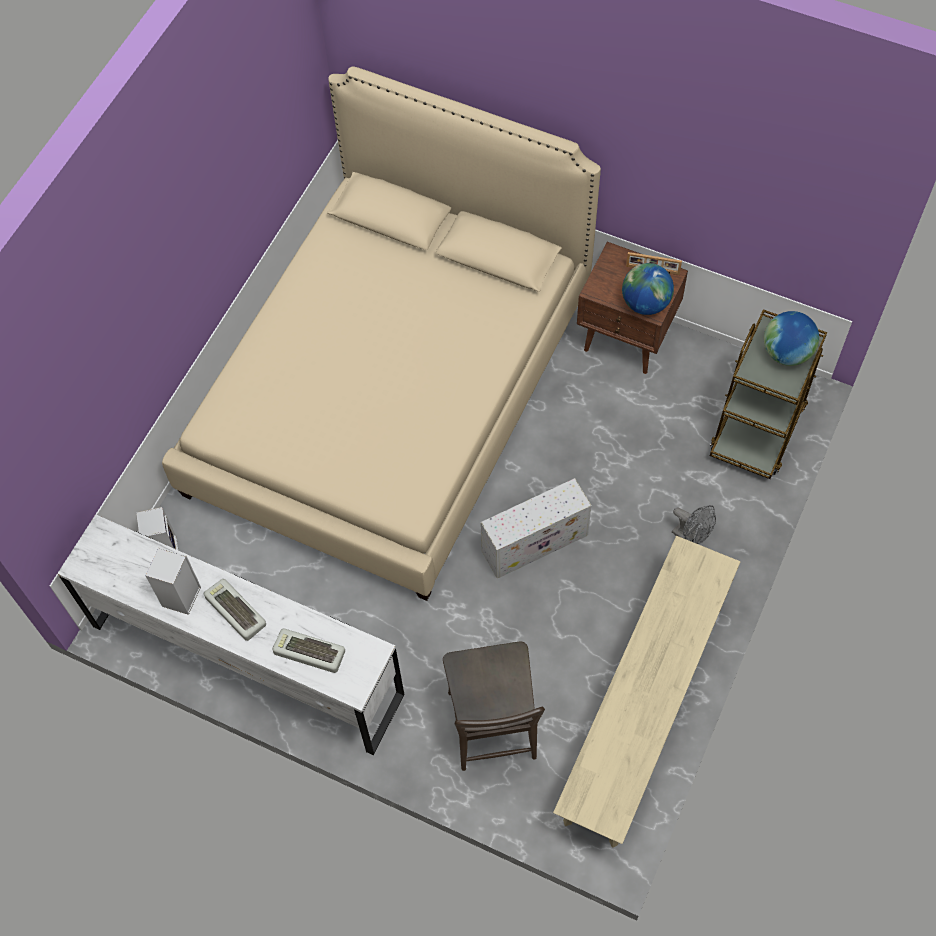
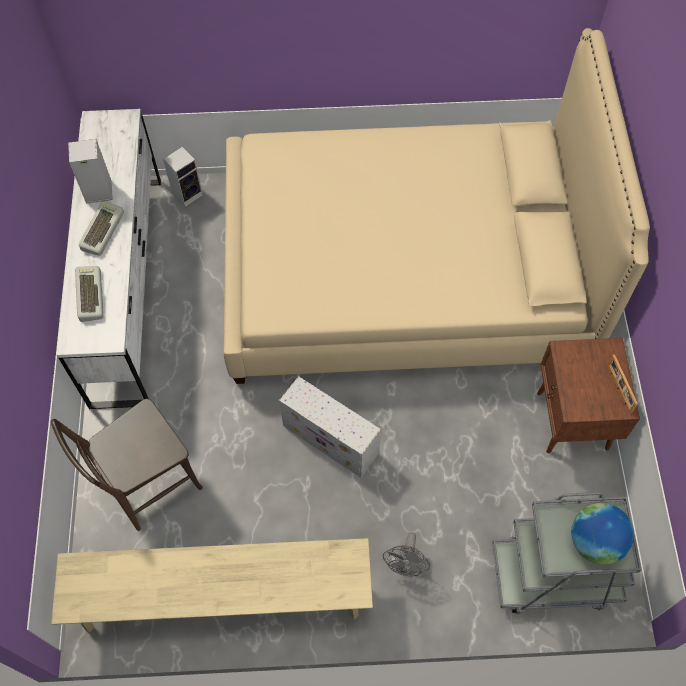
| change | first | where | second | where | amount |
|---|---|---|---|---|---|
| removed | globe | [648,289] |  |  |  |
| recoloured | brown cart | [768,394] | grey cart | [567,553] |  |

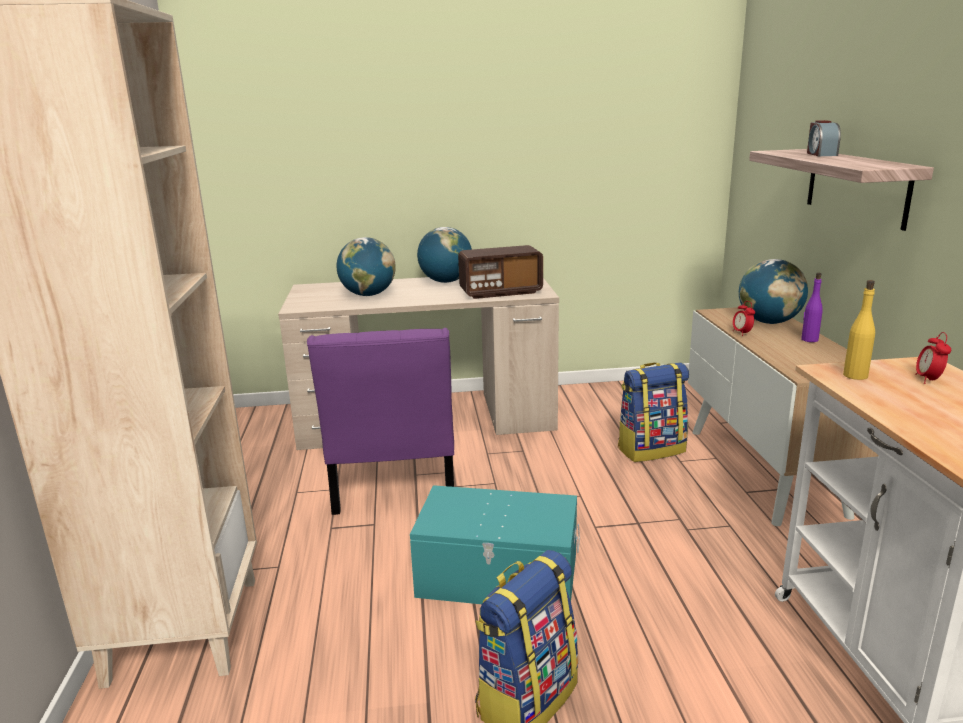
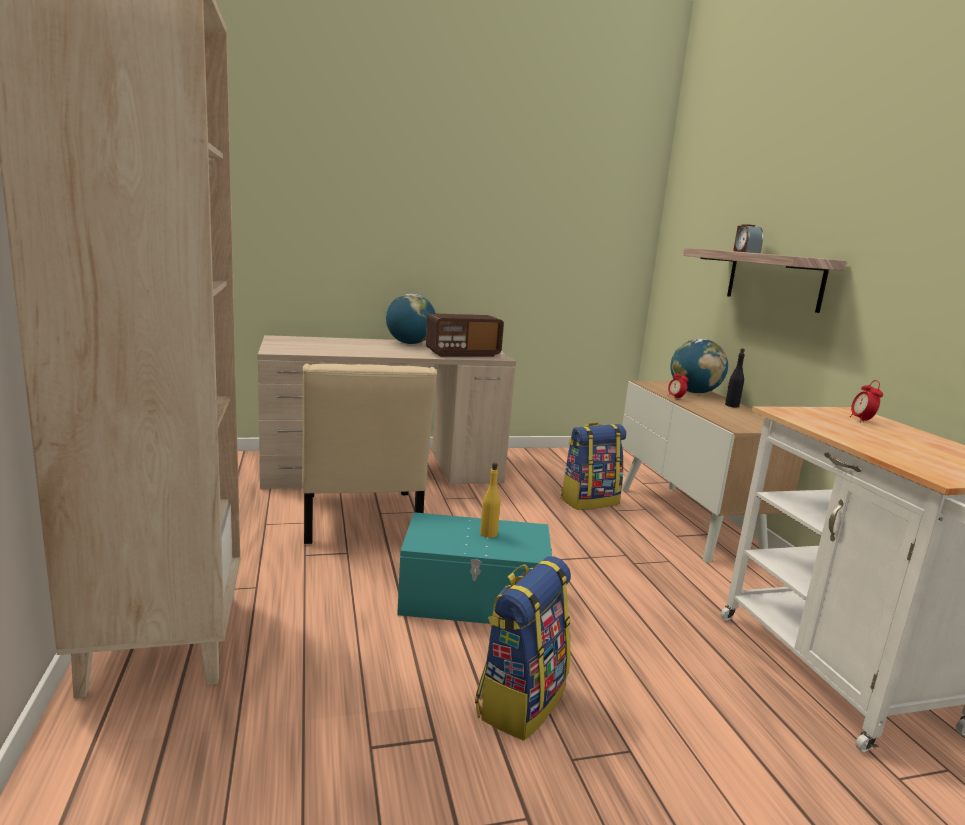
| change | first | where | second | where | amount |
|---|---|---|---|---|---|
| recoloured | purple chair | [380,421] | beige chair | [369,454] |  |
| removed | globe | [366,266] |  |  |  |
| recoloured | purple bottle | [812,307] | black bottle | [735,377] |  |
| moved | yellow bottle | [859,330] |  | [490,500] |  |

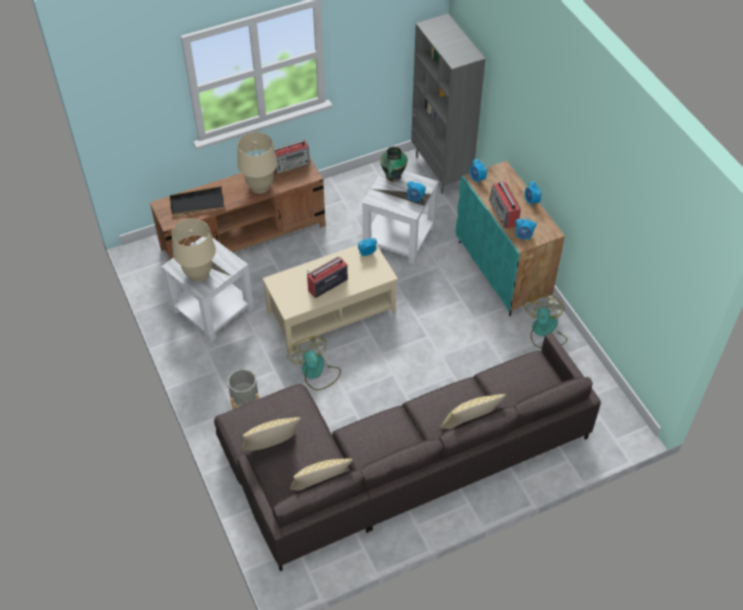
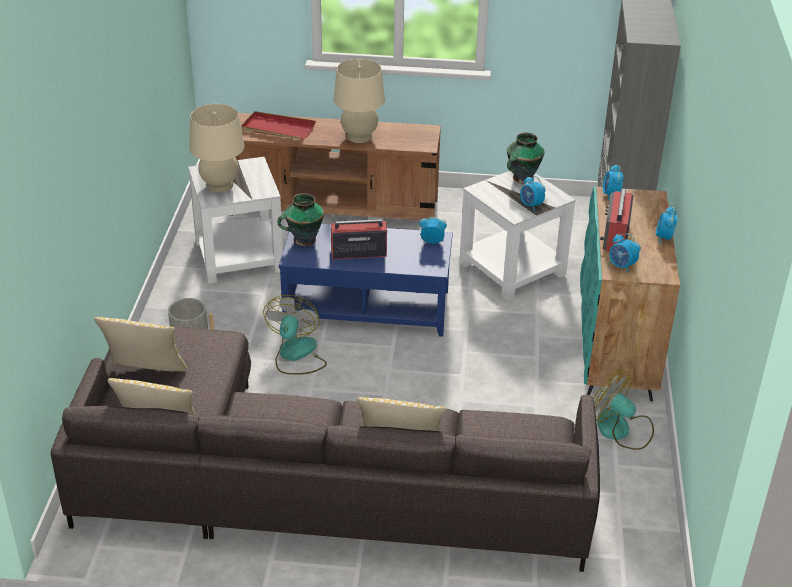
| change | first | where | second | where | amount |
|---|---|---|---|---|---|
| recoloured | black tray | [197,201] | red tray | [278,125] |  |
| recoloured | beige coffee table | [330,298] | blue coffee table | [366,280] |  |
| removed | radio | [292,157] |  |  |  |
| turned | fan | [545,321] |  | [624,410] | 90 degrees counterclockwise |
| added |  |  | vase | [300,219] |  |

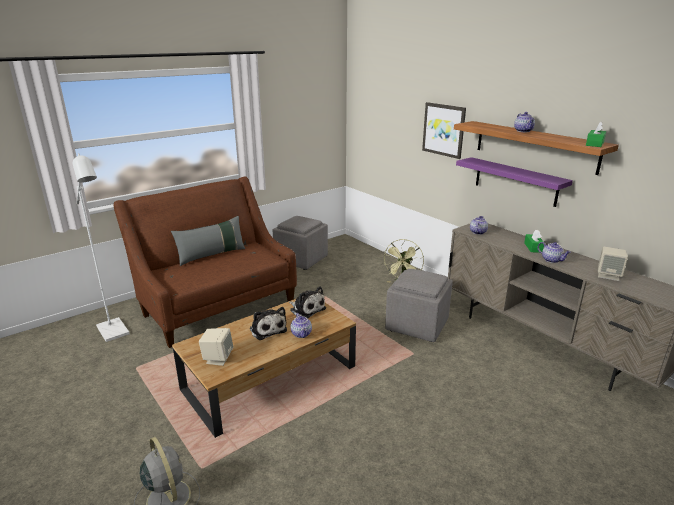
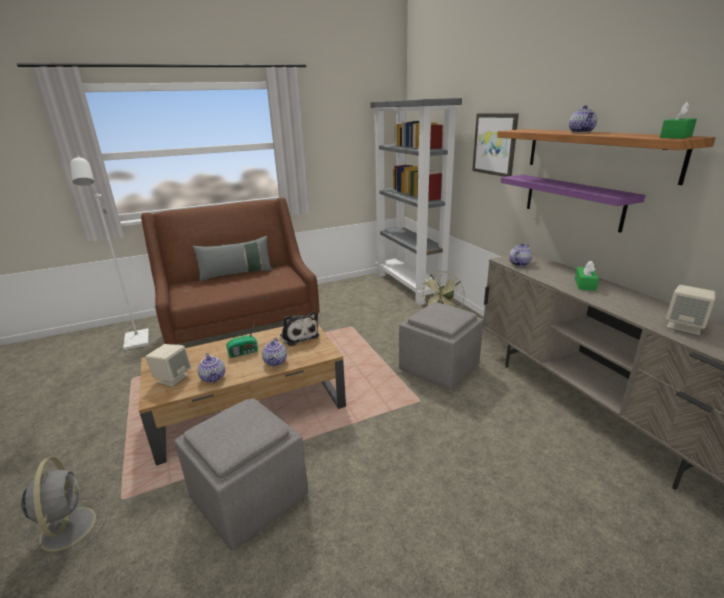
| change | first | where | second | where | amount |
|---|---|---|---|---|---|
| replaced | plush toy | [268,323] | radio | [242,340] |  |
| moved | grey ottoman | [300,243] |  | [241,474] |  |
| moved | teapot | [554,252] |  | [211,368] |  |
| added |  |  | grey bookcase | [416,201] |  |

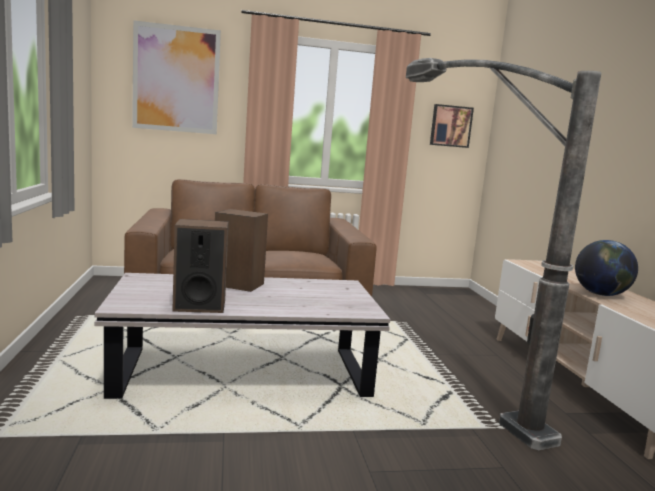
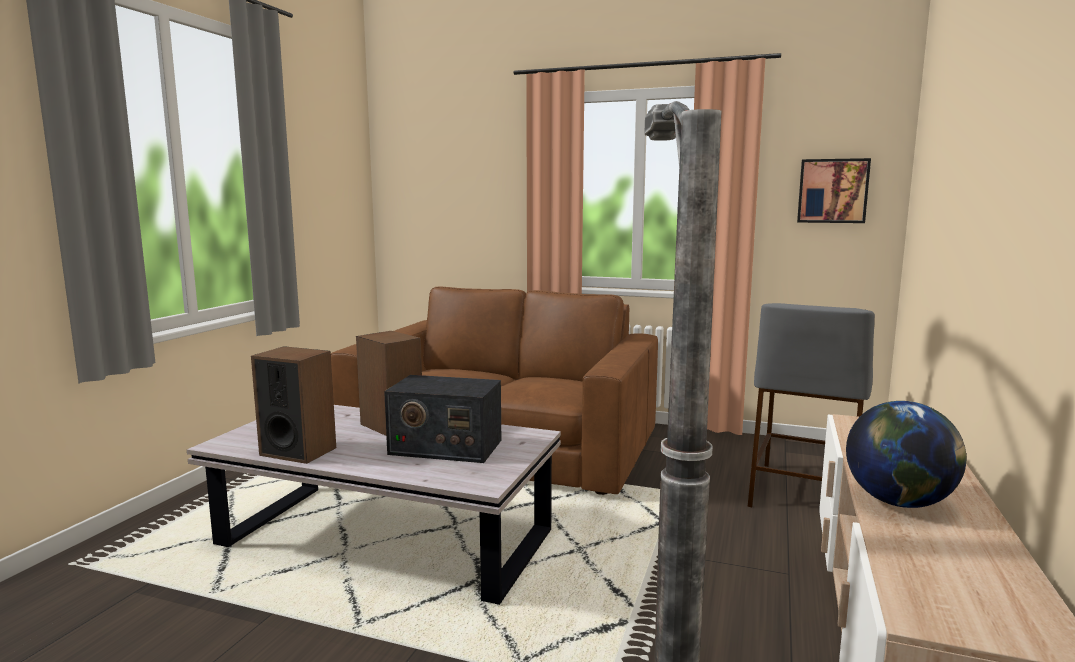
| change | first | where | second | where | amount |
|---|---|---|---|---|---|
| removed | picture | [176,77] |  |  |  |
| added |  |  | radio | [442,419] |  |
| added |  |  | grey stool | [811,405] |  |

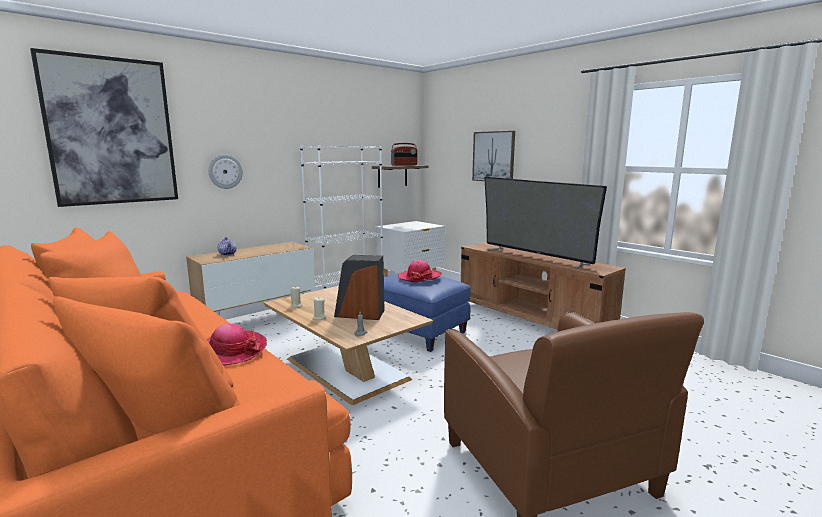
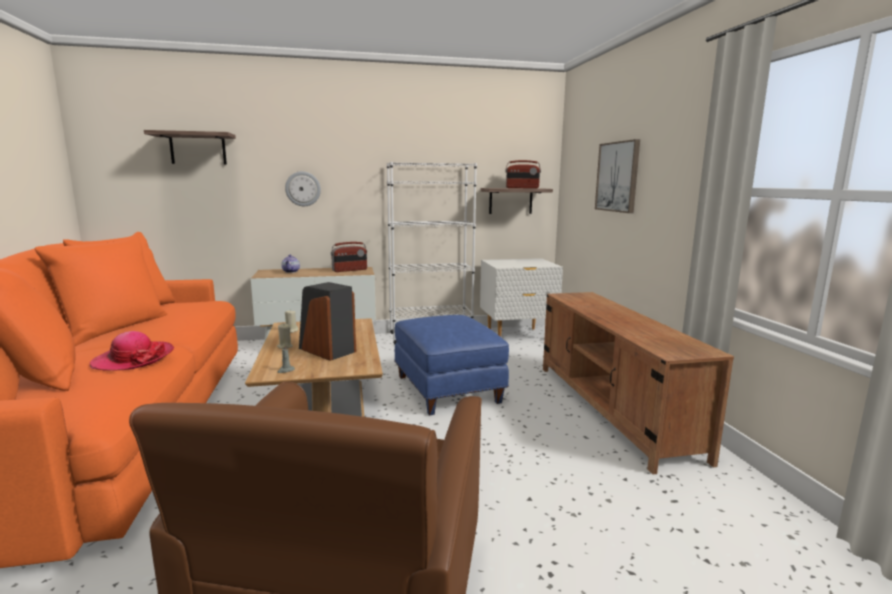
| change | first | where | second | where | amount |
|---|---|---|---|---|---|
| replaced | picture | [104,127] | shelf | [190,147] |  |
| removed | hat | [420,271] |  |  |  |
| removed | television | [545,223] |  |  |  |
| added |  |  | radio | [349,257] |  |

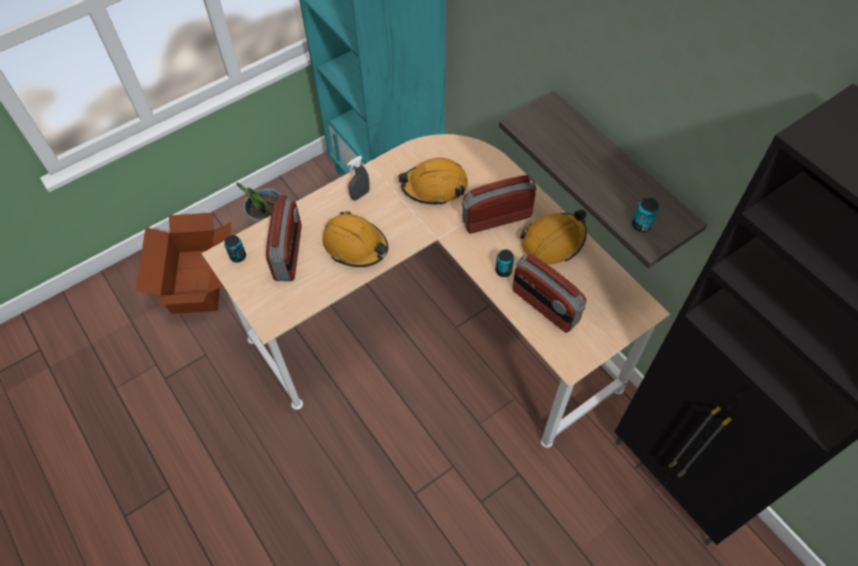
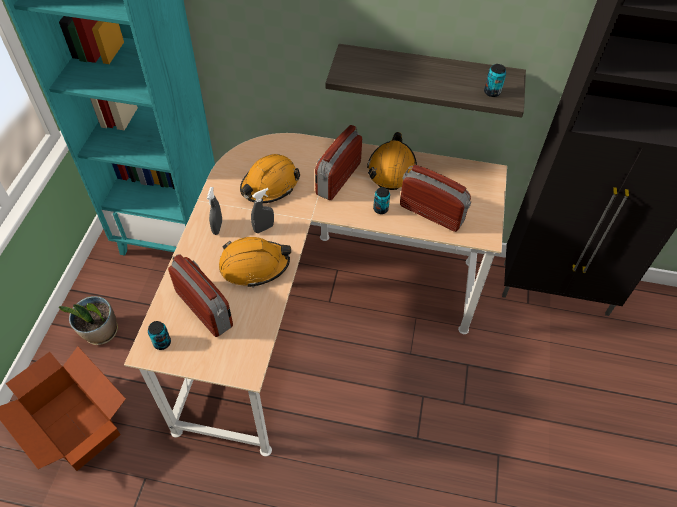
| change | first | where | second | where | amount |
|---|---|---|---|---|---|
| turned | radio | [549,293] |  | [435,198] | 150 degrees counterclockwise |
| added |  |  | grey spray bottle | [262,210] |  |

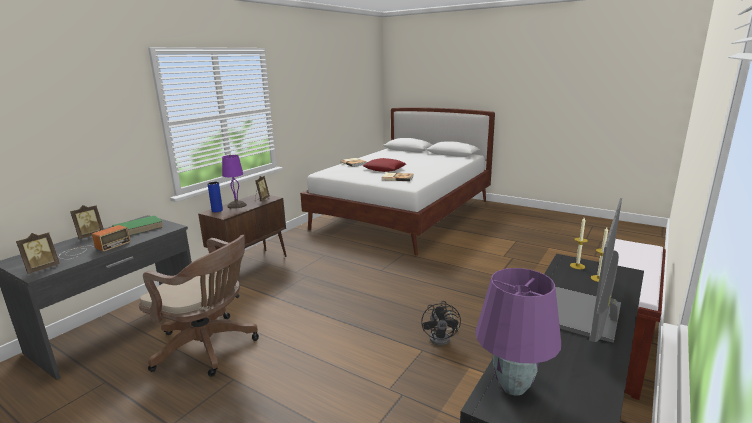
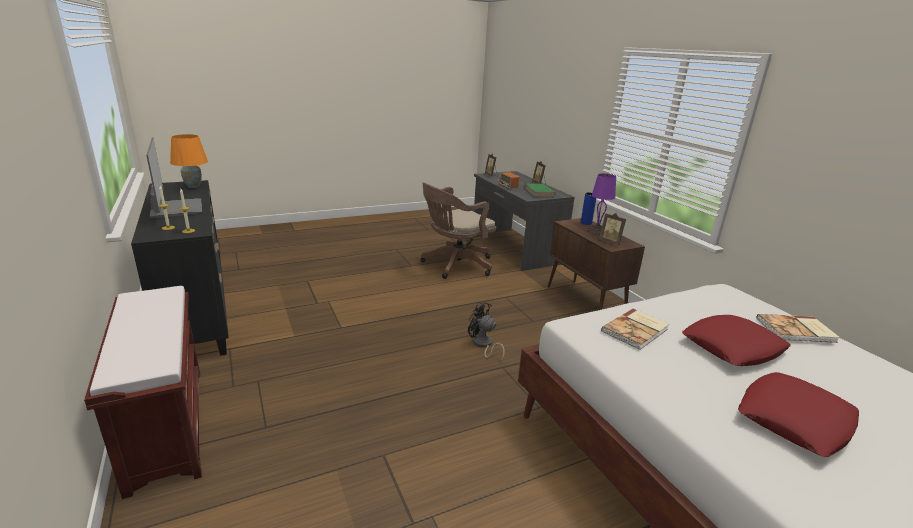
| change | first | where | second | where | amount |
|---|---|---|---|---|---|
| moved | black fan | [441,323] |  | [486,332] |  |
| recoloured | purple table lamp | [518,331] | orange table lamp | [189,161] |  |
| added |  |  | red pillow | [798,414] |  |

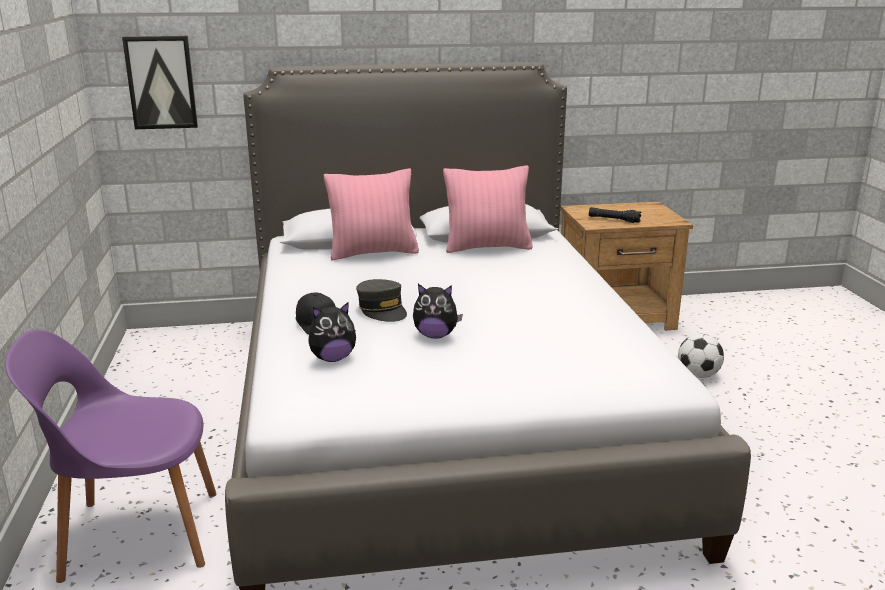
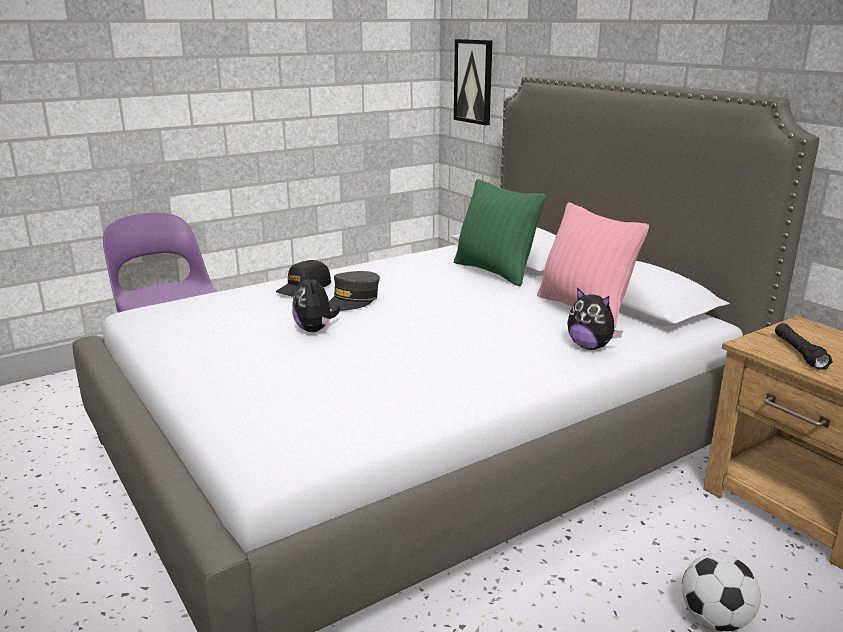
| change | first | where | second | where | amount |
|---|---|---|---|---|---|
| moved | plush toy | [332,332] |  | [595,318] |  |
| recoloured | pink pillow | [371,214] | green pillow | [500,232] |  |

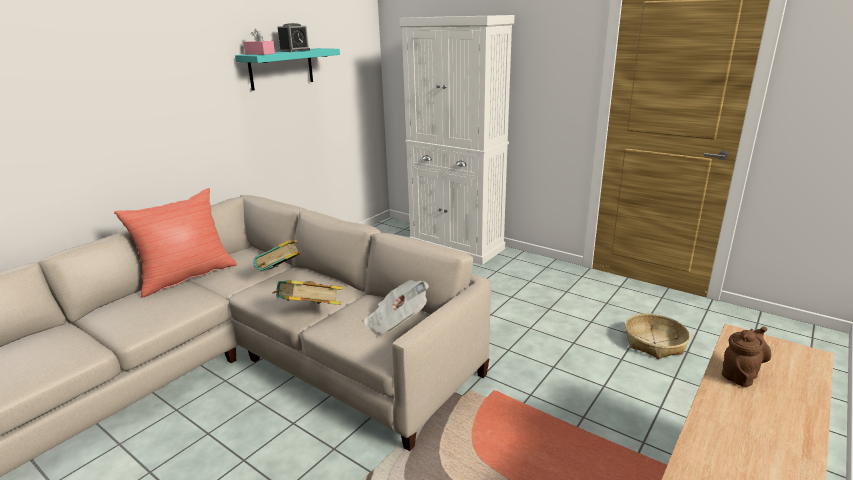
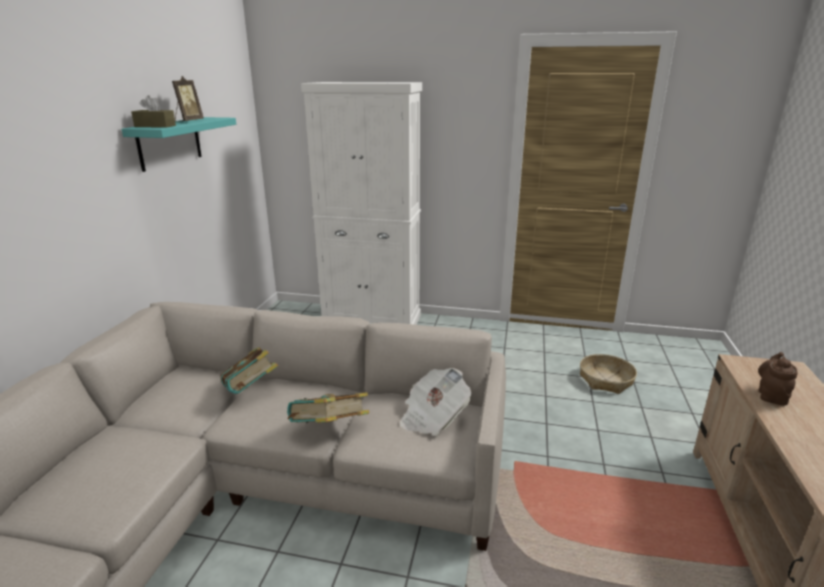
| change | first | where | second | where | amount |
|---|---|---|---|---|---|
| removed | red pillow | [175,243] |  |  |  |
| recoloured | pink tissue box | [259,42] | brown tissue box | [153,111] |  |
| replaced | alarm clock | [294,37] | picture frame | [188,99] |  |

